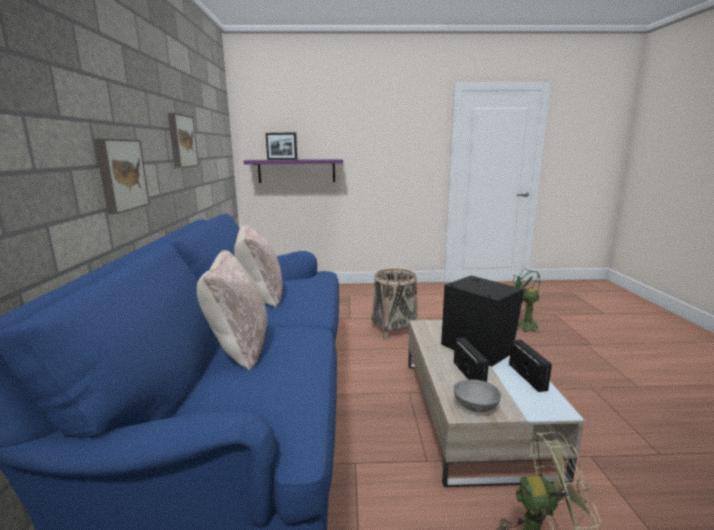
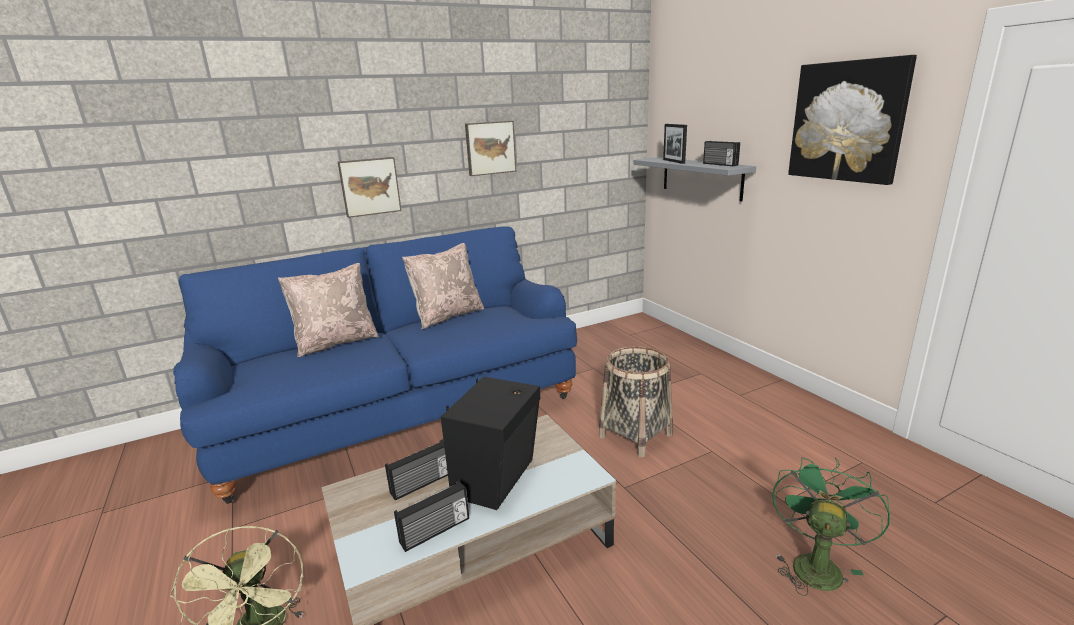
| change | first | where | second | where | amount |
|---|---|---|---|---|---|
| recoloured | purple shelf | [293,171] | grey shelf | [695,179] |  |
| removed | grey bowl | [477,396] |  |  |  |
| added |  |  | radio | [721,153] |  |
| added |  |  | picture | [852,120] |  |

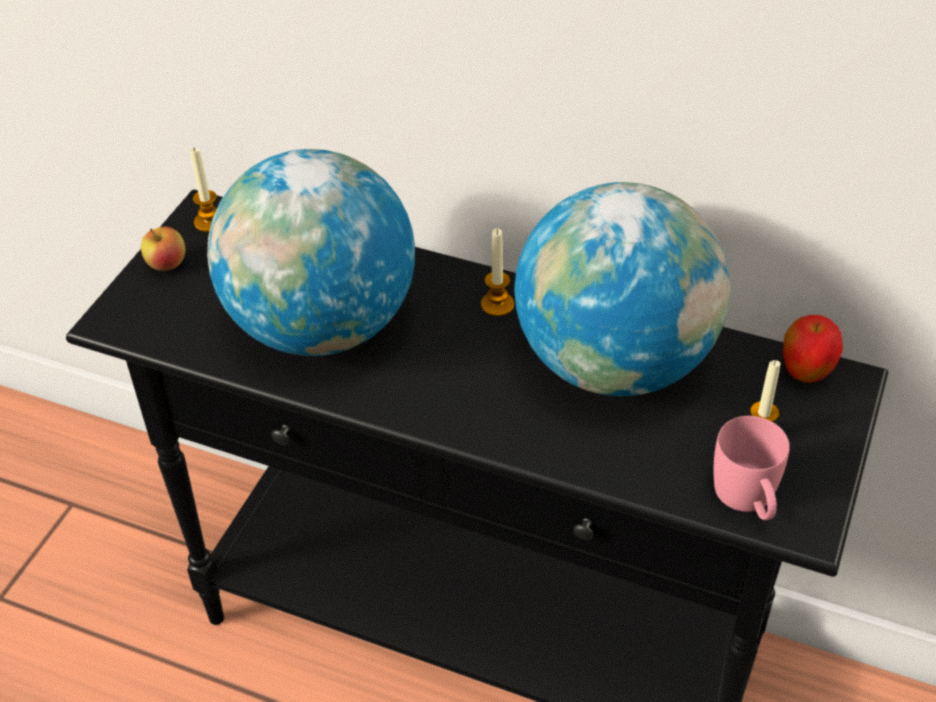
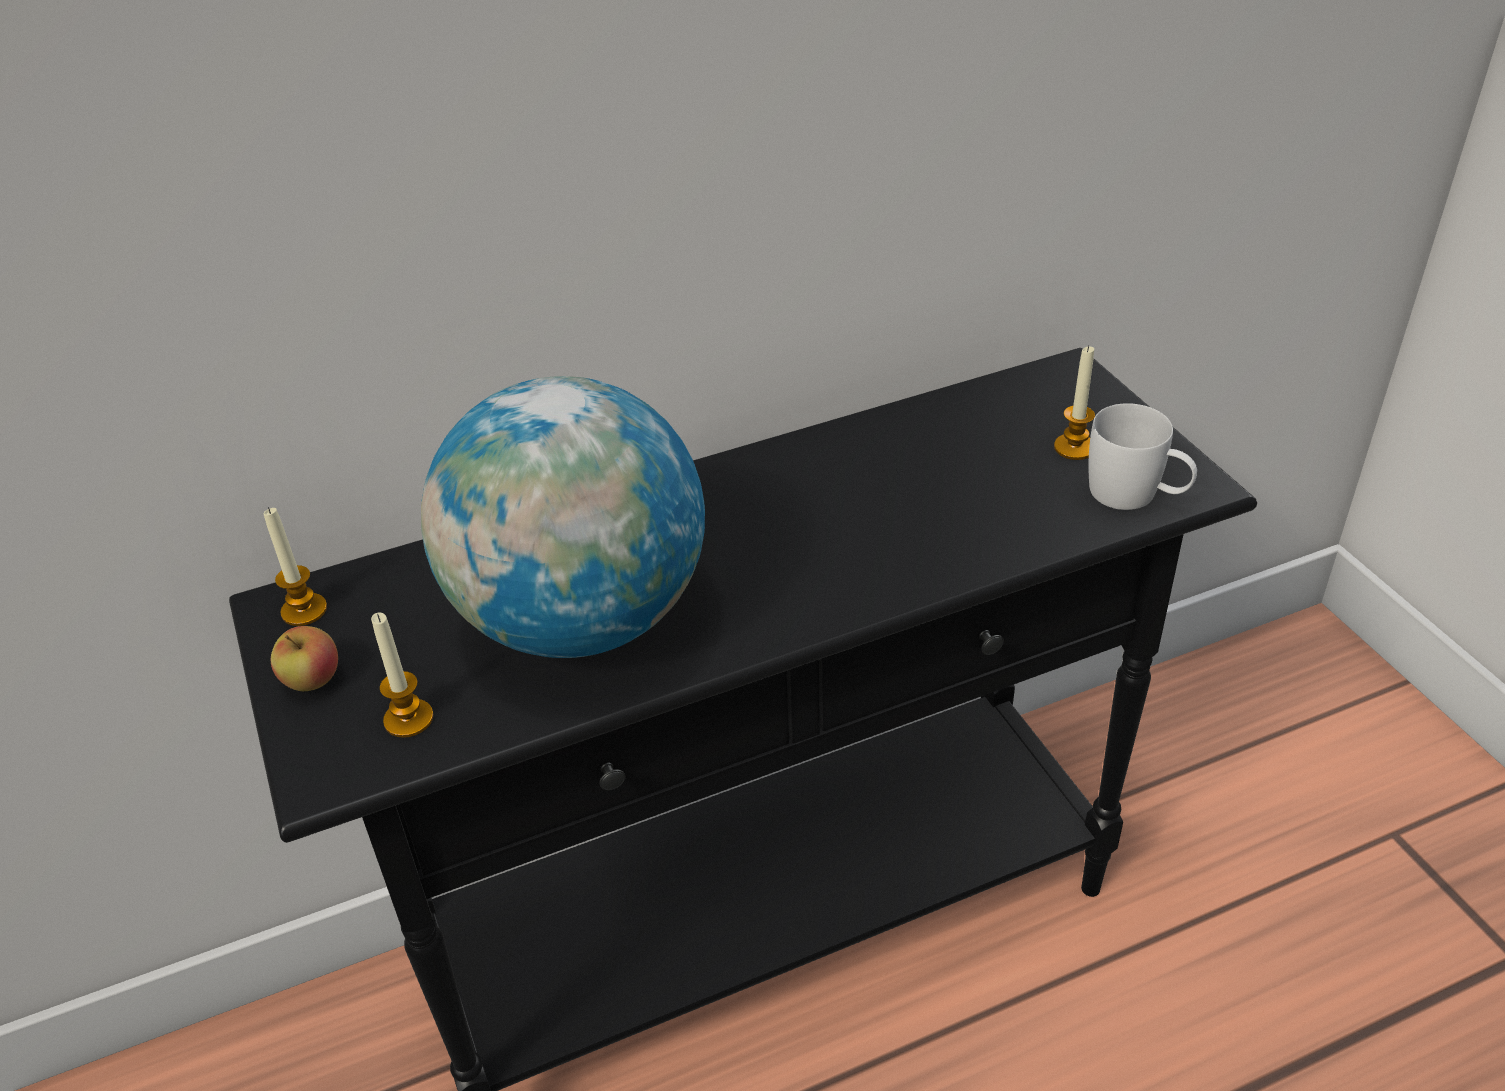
| change | first | where | second | where | amount |
|---|---|---|---|---|---|
| moved | candle | [497,272] |  | [402,675] |  |
| removed | globe | [622,289] |  |  |  |
| recoloured | pink mug | [752,468] | white mug | [1143,456] |  |
| removed | apple | [813,349] |  |  |  |

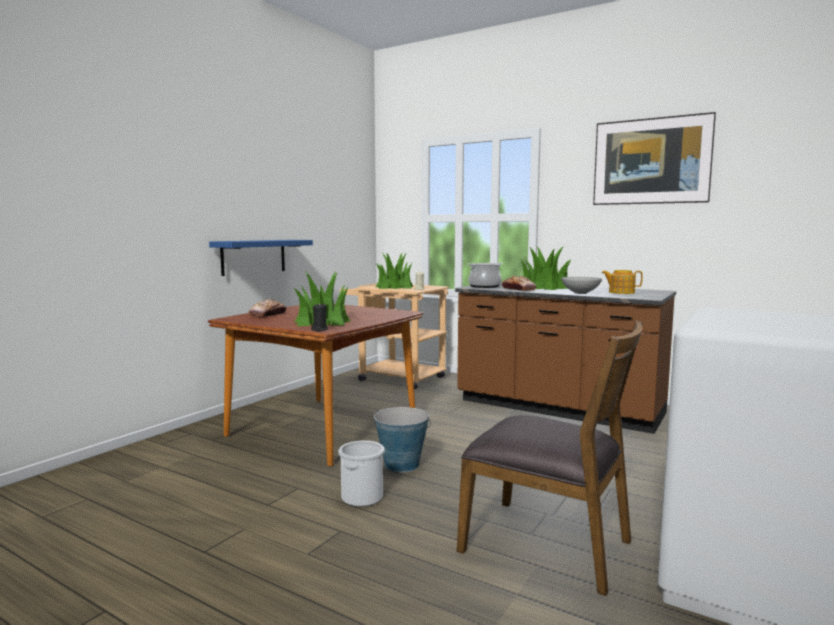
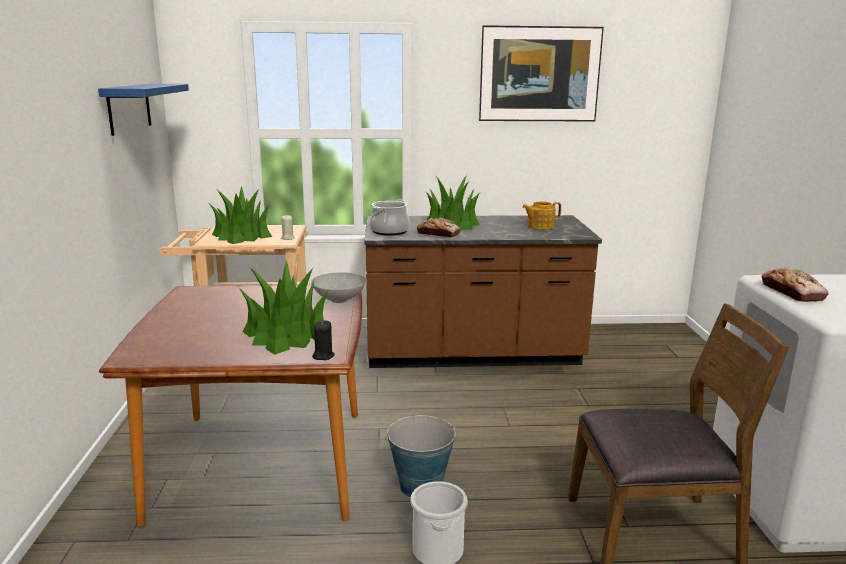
| change | first | where | second | where | amount |
|---|---|---|---|---|---|
| moved | blue shelf | [261,258] |  | [143,110] |  |
| moved | bread | [267,308] |  | [794,284] |  |
| moved | grey bowl | [581,285] |  | [338,287] |  |

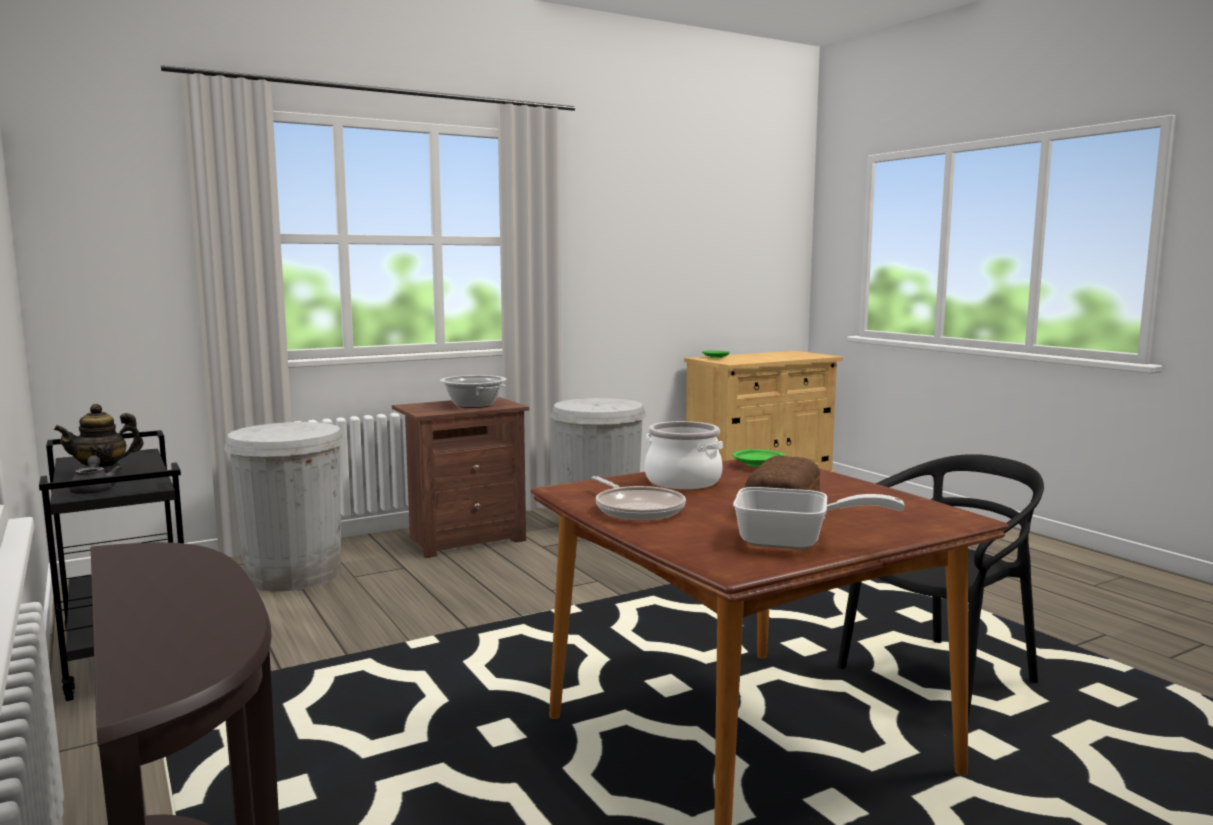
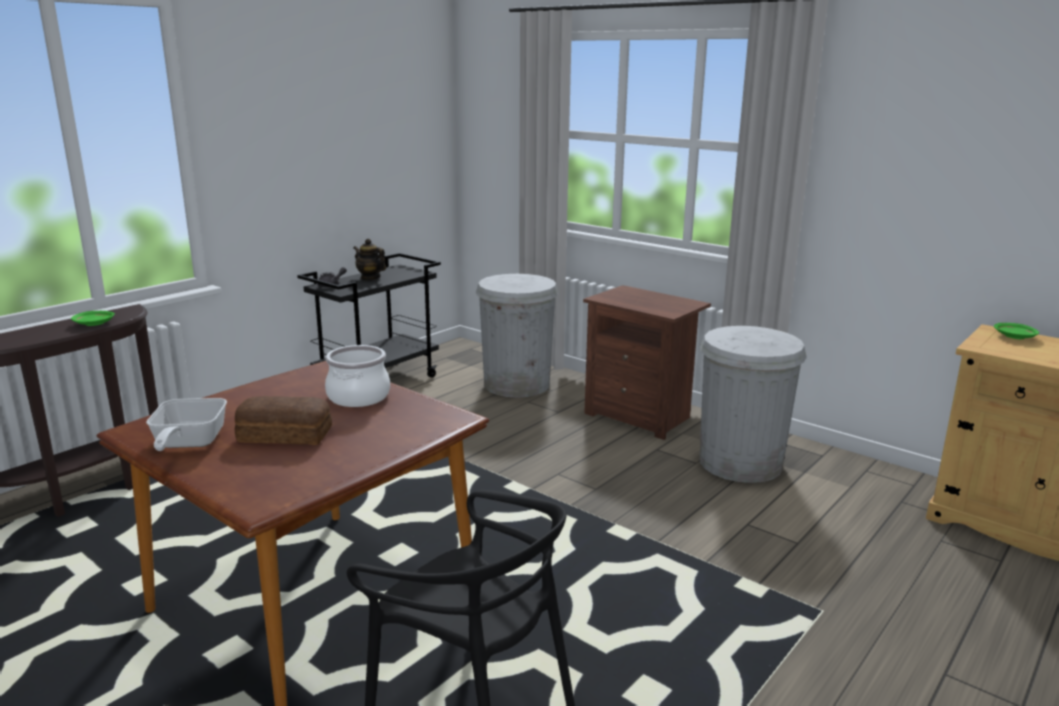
| change | first | where | second | where | amount |
|---|---|---|---|---|---|
| removed | cooking pot | [473,391] |  |  |  |
| removed | frying pan | [638,498] |  |  |  |
| moved | green plate | [758,458] |  | [93,318] |  |

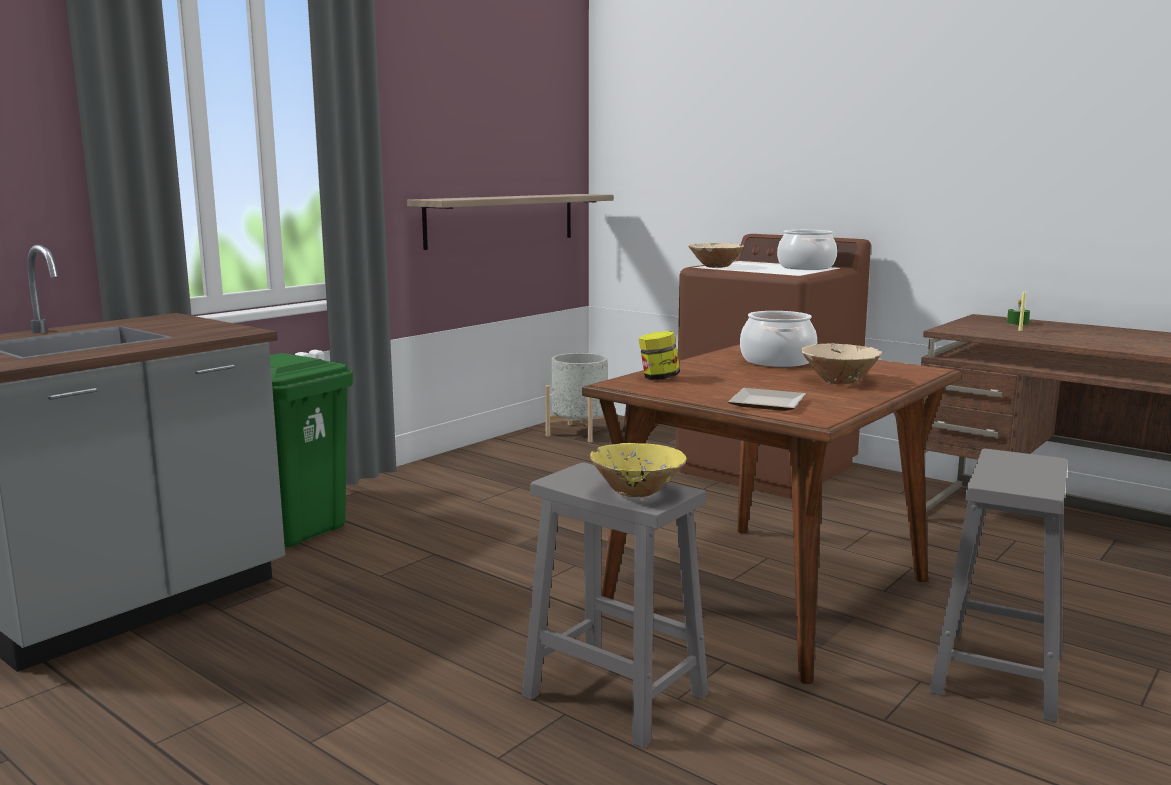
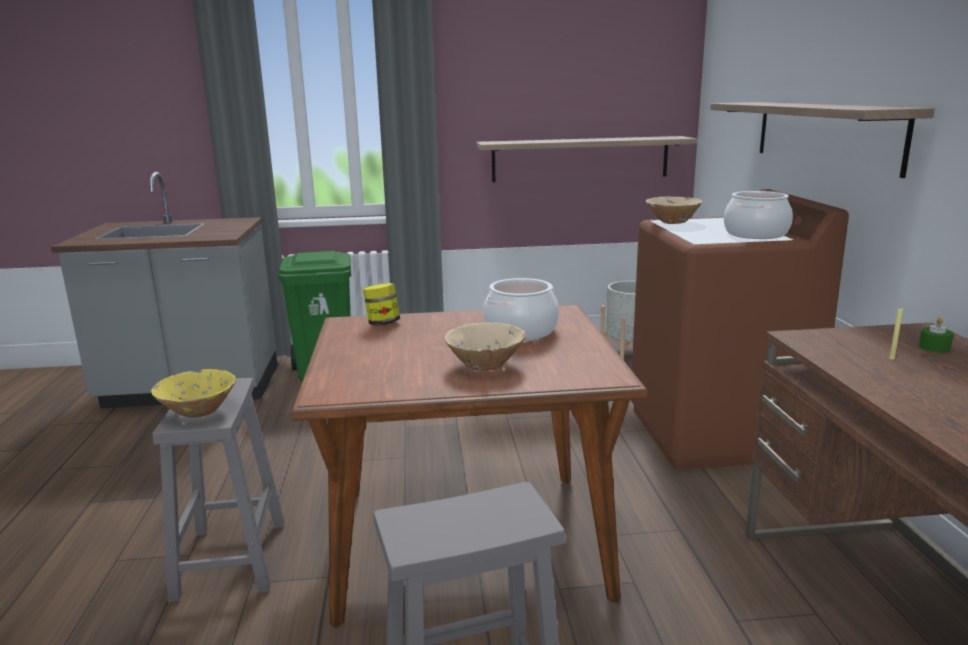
| change | first | where | second | where | amount |
|---|---|---|---|---|---|
| removed | plate | [767,399] |  |  |  |
| added |  |  | shelf | [822,140] |  |

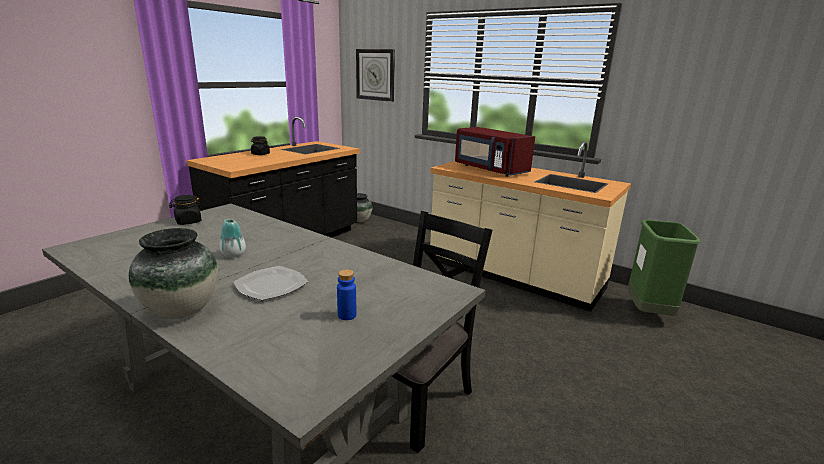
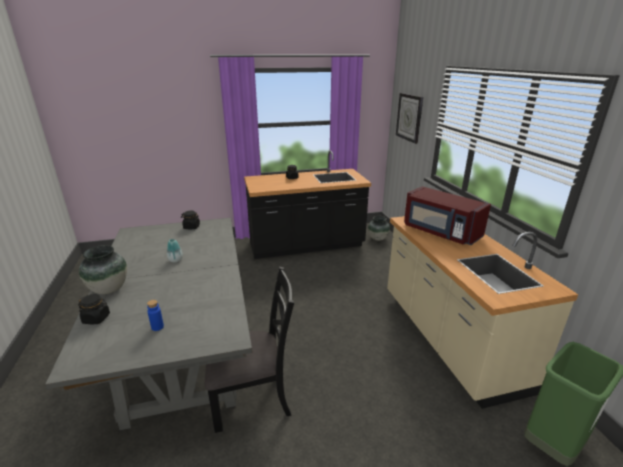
| change | first | where | second | where | amount |
|---|---|---|---|---|---|
| removed | plate | [271,283] |  |  |  |
| turned | red microwave | [495,152] |  | [447,215] | 45 degrees counterclockwise |
| added |  |  | black jar | [94,309] |  |

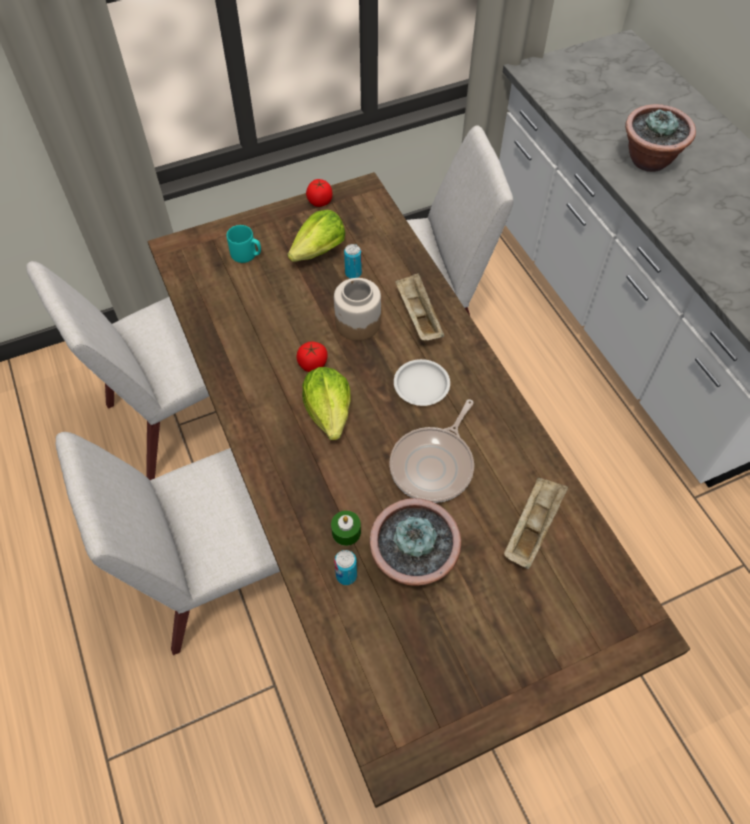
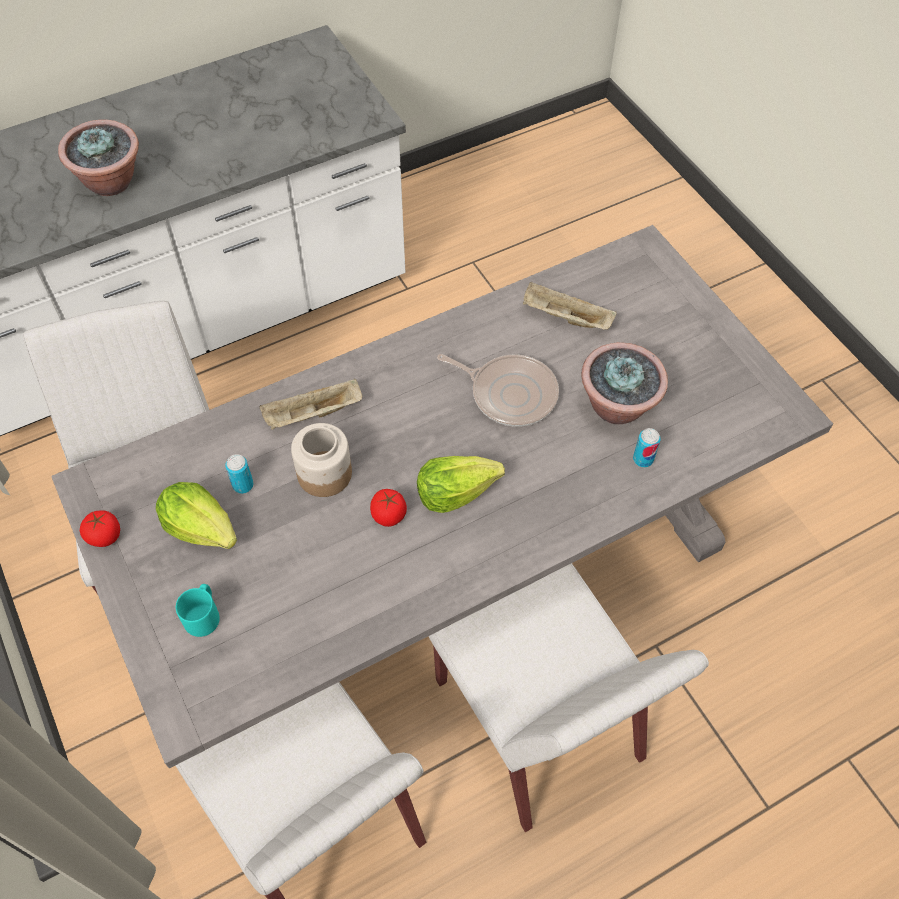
| change | first | where | second | where | amount |
|---|---|---|---|---|---|
| recoloured | brown dining table | [418,490] | grey dining table | [442,496] |  |
| removed | green candle | [346,528] |  |  |  |
| removed | white plate | [422,382] |  |  |  |

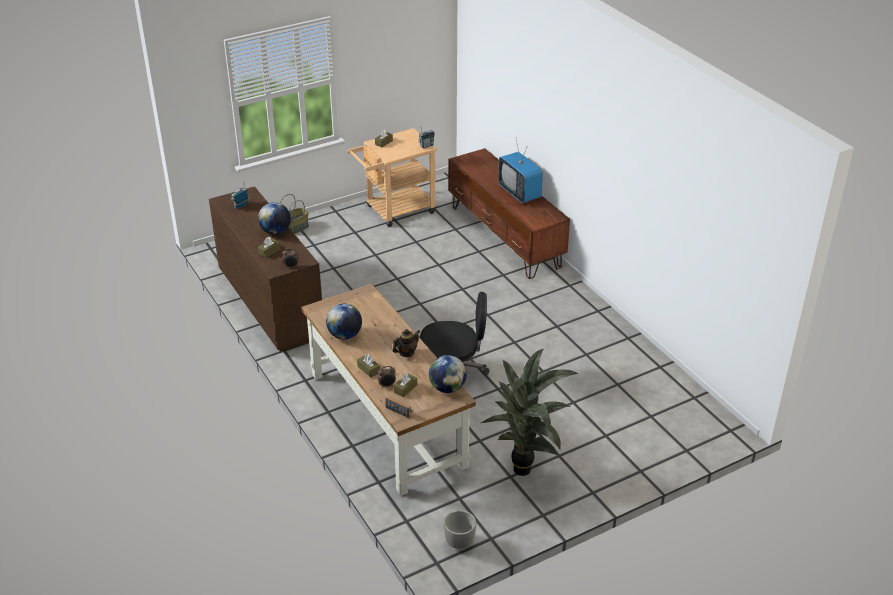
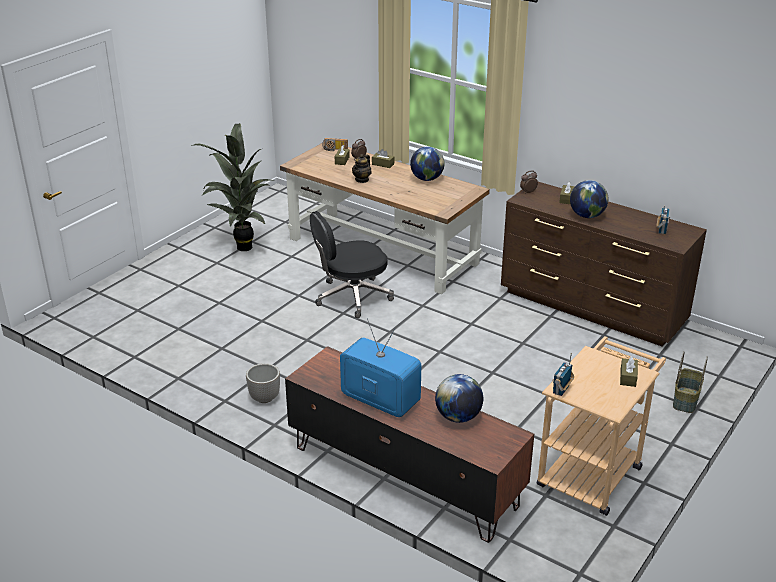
| change | first | where | second | where | amount |
|---|---|---|---|---|---|
| moved | globe | [448,374] |  | [459,398] |  |
| moved | planter | [460,529] |  | [263,383] |  |

